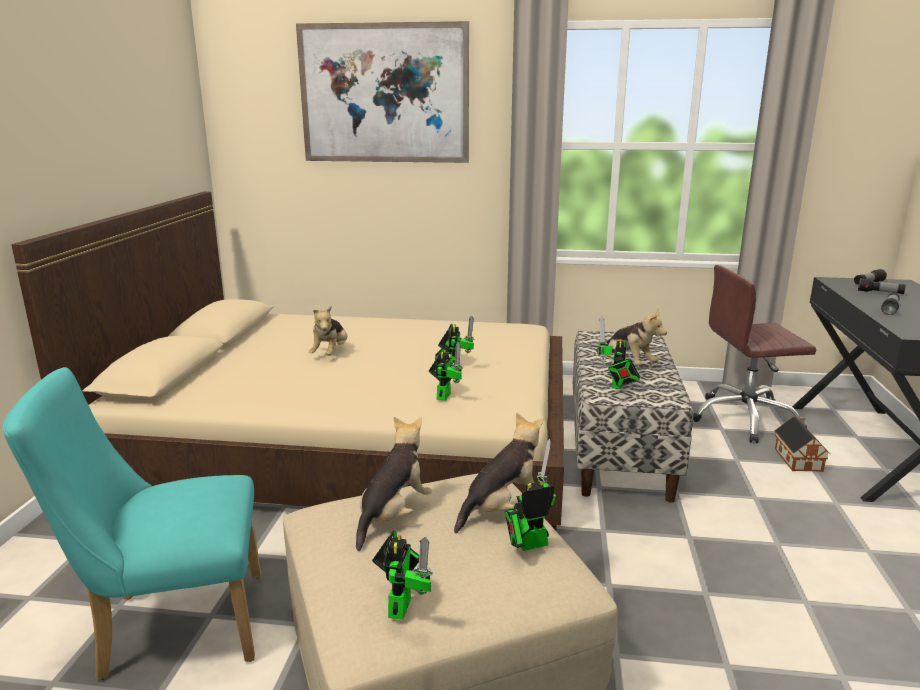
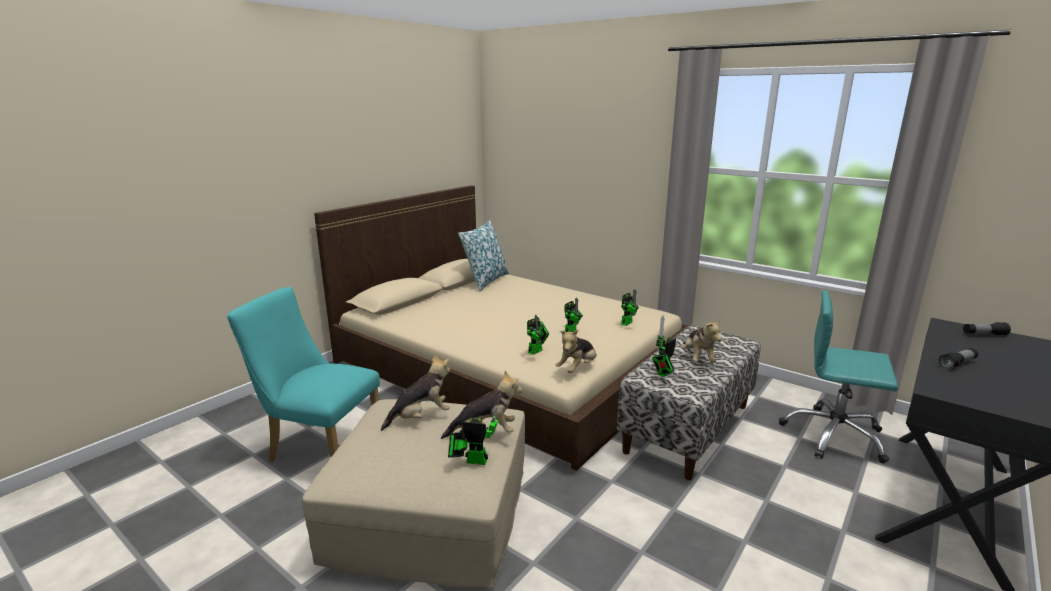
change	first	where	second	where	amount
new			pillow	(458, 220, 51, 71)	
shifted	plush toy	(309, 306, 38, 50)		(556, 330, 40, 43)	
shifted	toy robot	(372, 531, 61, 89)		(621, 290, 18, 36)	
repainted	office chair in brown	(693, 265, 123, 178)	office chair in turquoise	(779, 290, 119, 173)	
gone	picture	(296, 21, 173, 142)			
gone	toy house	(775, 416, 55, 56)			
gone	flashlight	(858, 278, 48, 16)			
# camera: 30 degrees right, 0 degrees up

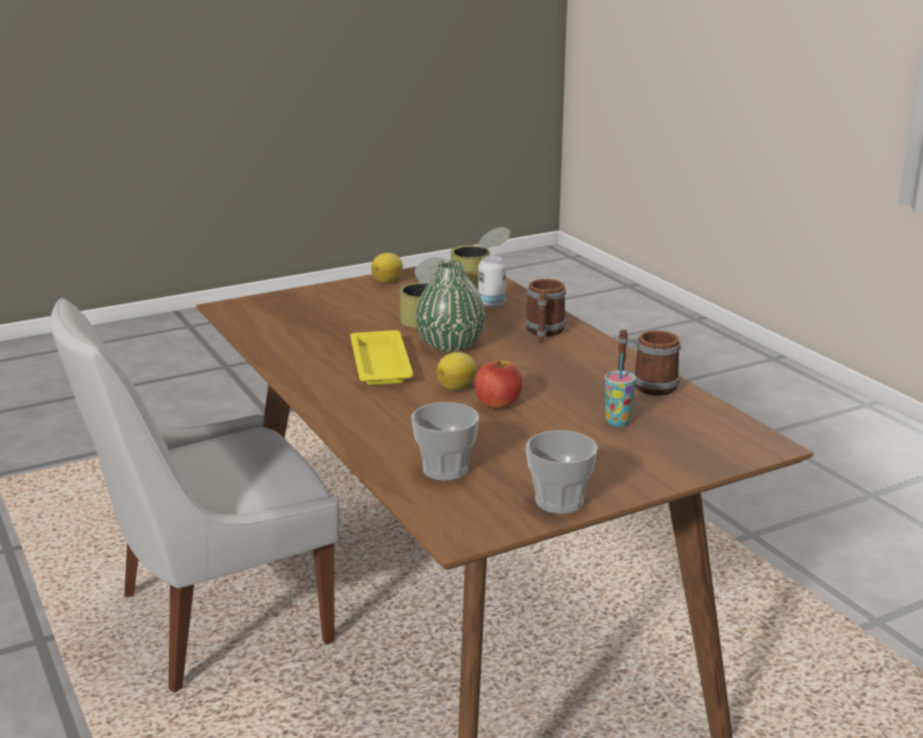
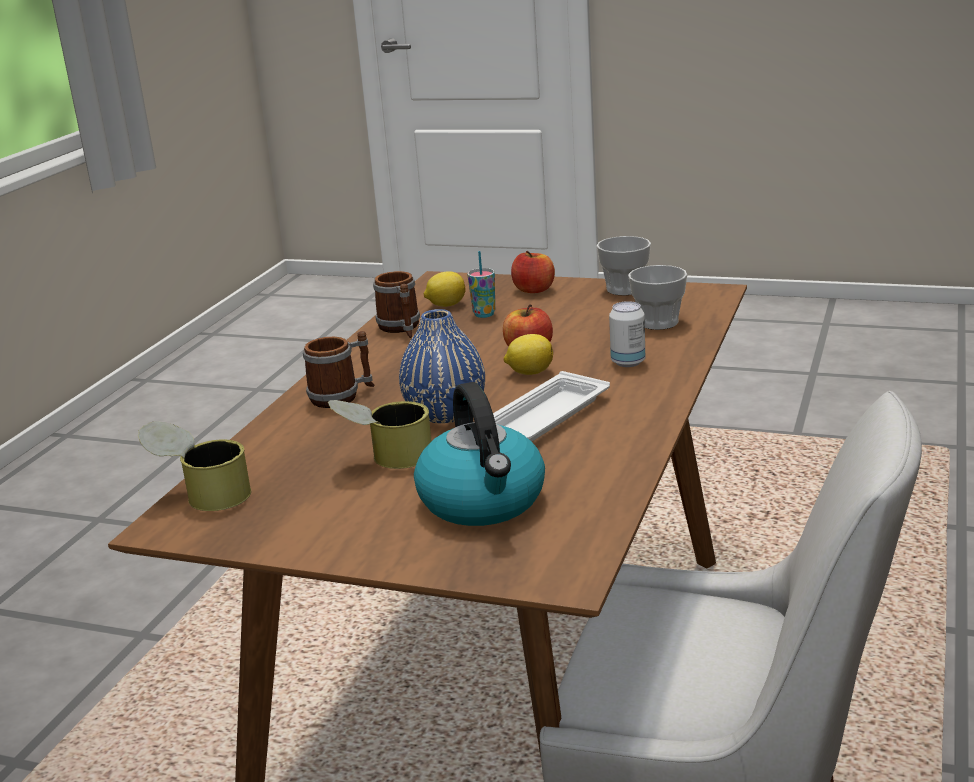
change	first	where	second	where	amount
repainted	vase in green	(416, 260, 69, 92)	vase in blue	(399, 309, 86, 115)	
new			kettle	(414, 382, 131, 144)	
shifted	lemon	(371, 253, 32, 30)		(424, 271, 42, 36)	
repainted	tray in yellow	(350, 330, 63, 55)	tray in white	(493, 371, 117, 71)	
new			apple	(511, 251, 44, 42)	
shifted	can	(478, 256, 28, 51)		(609, 301, 36, 66)	
# camera: 130 degrees left, 0 degrees up

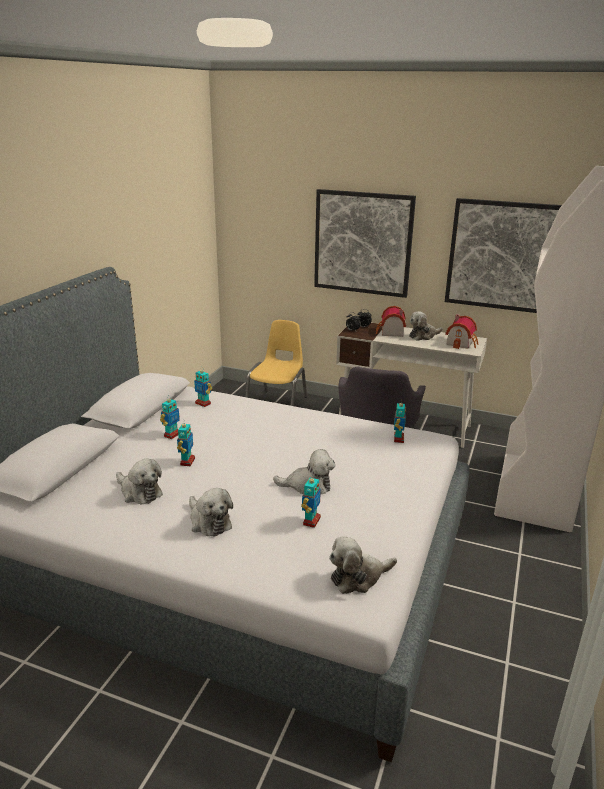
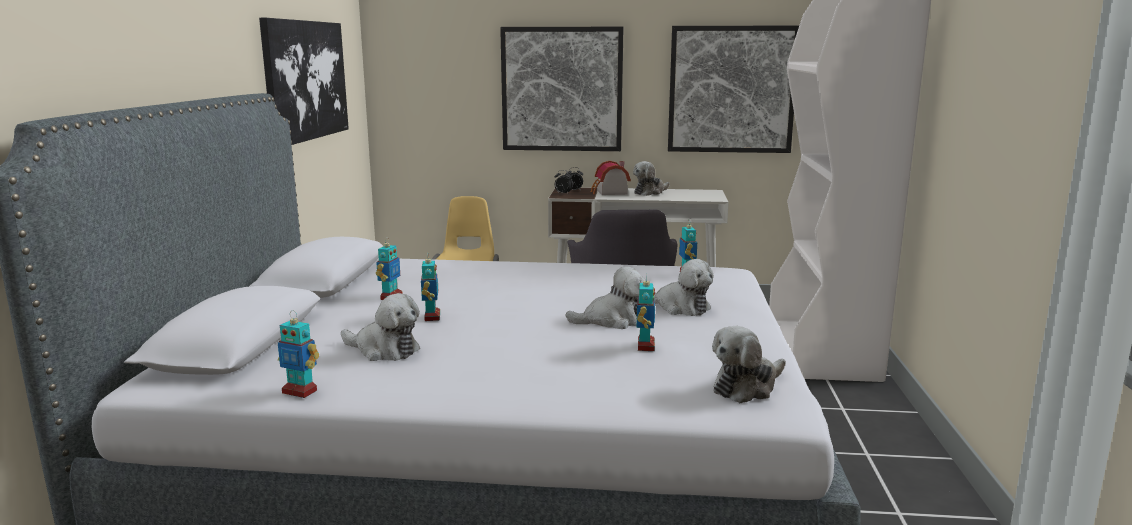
change	first	where	second	where	amount
new			picture	(259, 17, 90, 128)	
shifted	toy robot	(194, 367, 18, 40)		(278, 310, 41, 88)	
shifted	plush toy	(189, 488, 44, 49)		(654, 259, 60, 57)	
gone	toy house	(445, 314, 33, 35)			
# camera: 15 degrees left, 10 degrees down

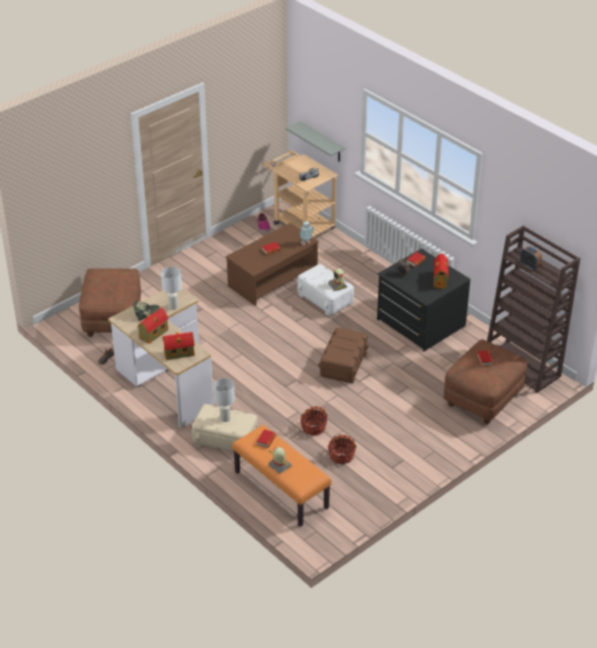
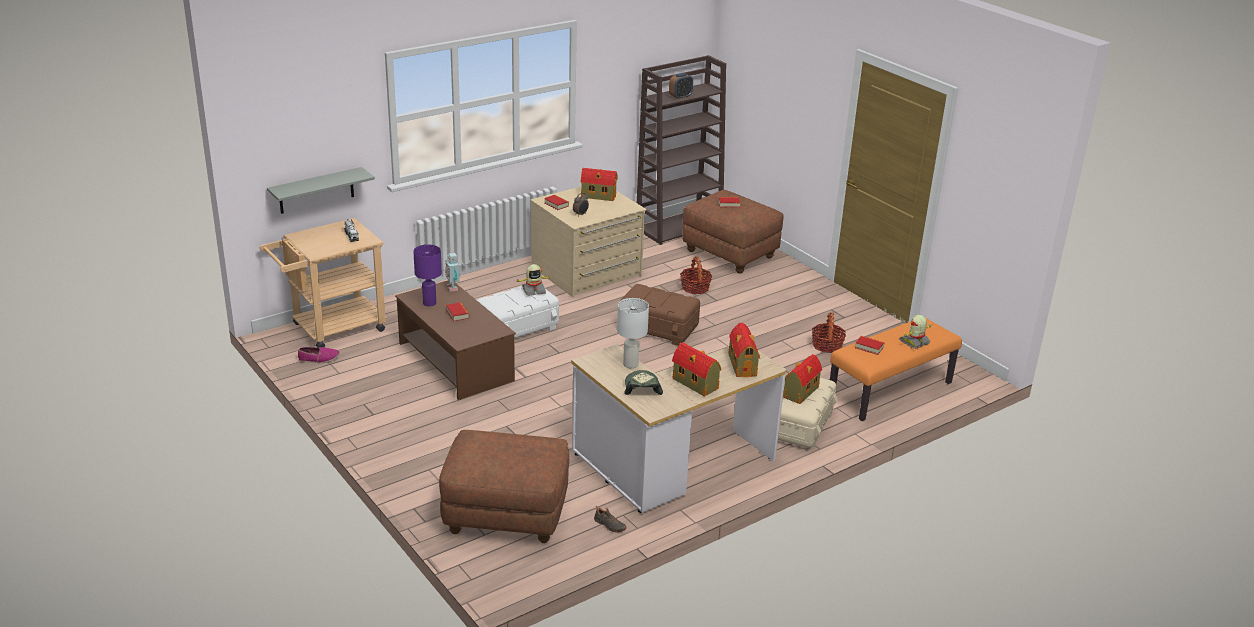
change	first	where	second	where	amount
new			table lamp in purple	(413, 244, 29, 62)	
repainted	dresser in black	(377, 249, 94, 102)	dresser in beige	(530, 187, 117, 110)	
shifted	basket	(300, 406, 28, 29)		(680, 256, 32, 38)	
swapped	table lamp in white	(213, 378, 22, 44)	toy house	(783, 354, 39, 50)	
# camera: 85 degrees left, 10 degrees down

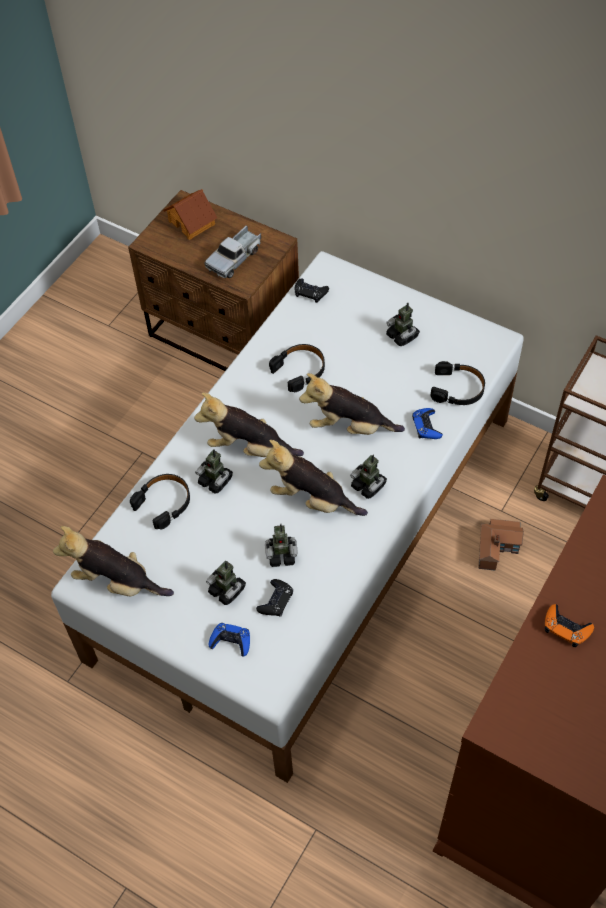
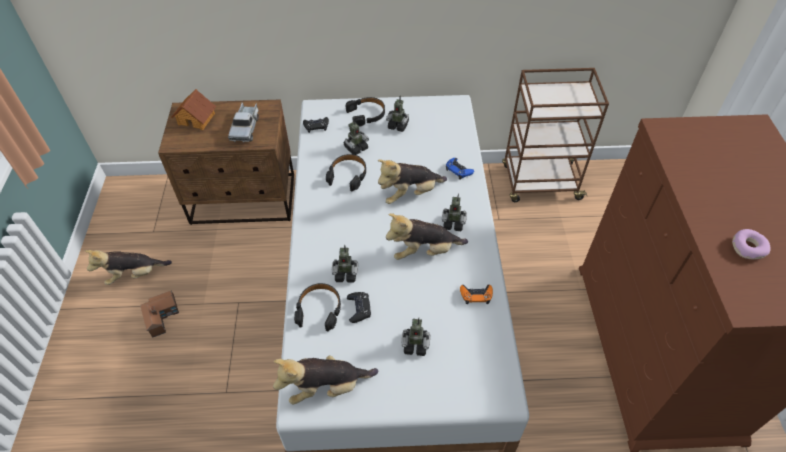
change	first	where	second	where	amount
shifted	plush toy	(194, 393, 110, 64)		(84, 250, 88, 35)	
shifted	toy house	(478, 519, 46, 52)		(140, 290, 39, 47)	
shifted	toy robot	(265, 523, 33, 44)		(344, 117, 25, 38)	
shifted	headphones in black	(430, 361, 55, 44)		(346, 97, 39, 30)	
shifted	game controller in black	(256, 579, 37, 38)		(347, 292, 24, 31)	
shifted	game controller in orange	(545, 604, 49, 43)		(460, 285, 33, 19)	
new			donut	(732, 229, 38, 30)	
gone	game controller in blue	(209, 623, 41, 33)			
# camera: 35 degrees left, 5 degrees down

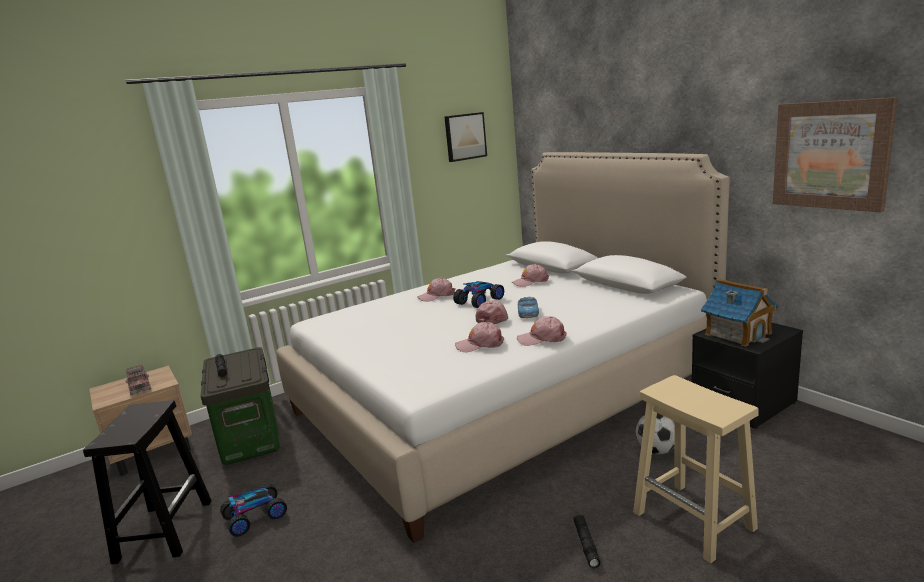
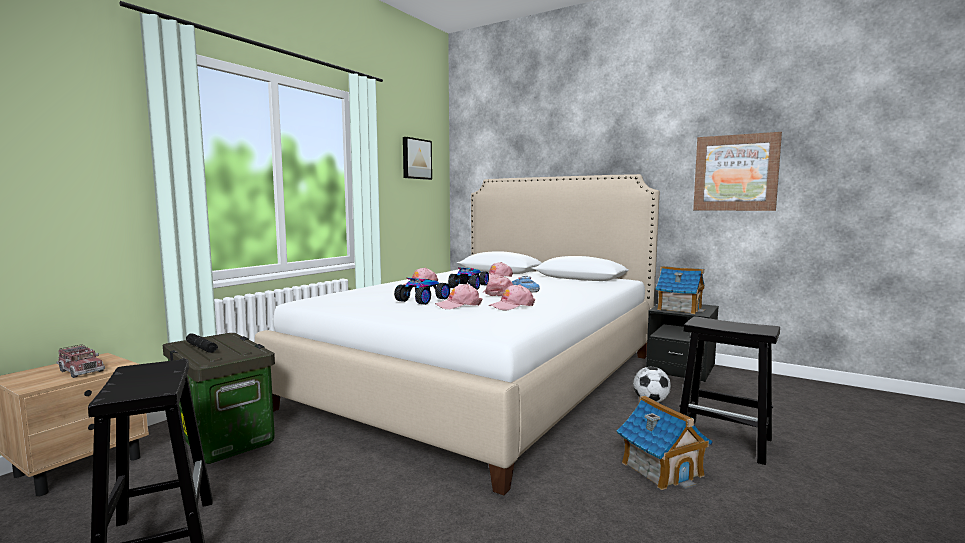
change	first	where	second	where	amount
shifted	toy car	(220, 484, 67, 53)		(394, 277, 56, 28)	
shifted	cap in pink	(517, 316, 50, 30)		(435, 284, 48, 25)	
swapped	flashlight in black	(573, 515, 27, 53)	toy house	(617, 396, 96, 94)	
repainted	stool in beige	(633, 375, 125, 189)	stool in black	(680, 316, 100, 149)	
# camera: 25 degrees left, 10 degrees down

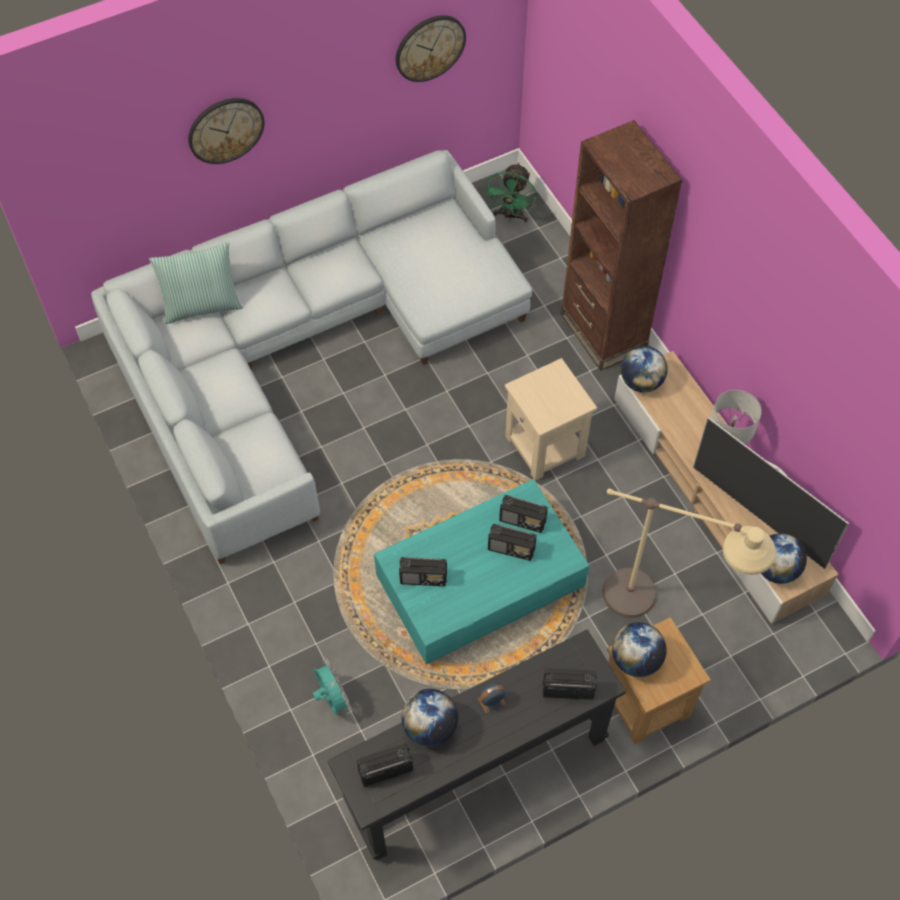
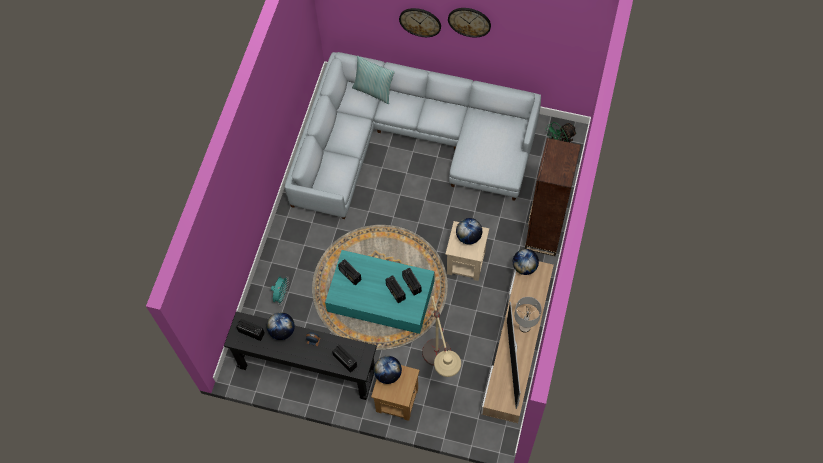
change	first	where	second	where	amount
shifted	wall clock	(396, 15, 70, 67)		(448, 8, 43, 30)	
shifted	globe	(761, 533, 46, 51)		(456, 218, 26, 26)	
# camera: 45 degrees right, 5 degrees up

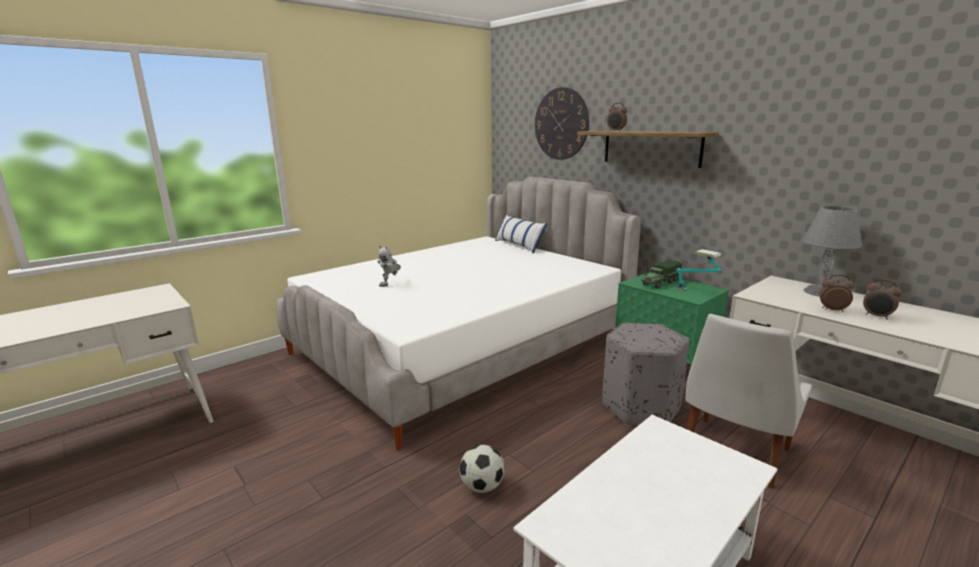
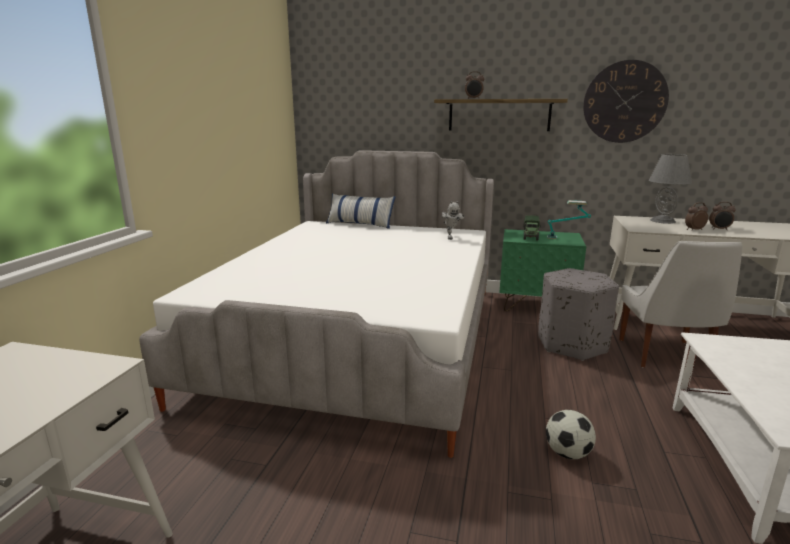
change	first	where	second	where	amount
shifted	toy robot	(377, 246, 24, 41)		(442, 201, 23, 39)	
shifted	wall clock	(535, 87, 54, 73)		(583, 60, 86, 83)	
# camera: 35 degrees left, 0 degrees up

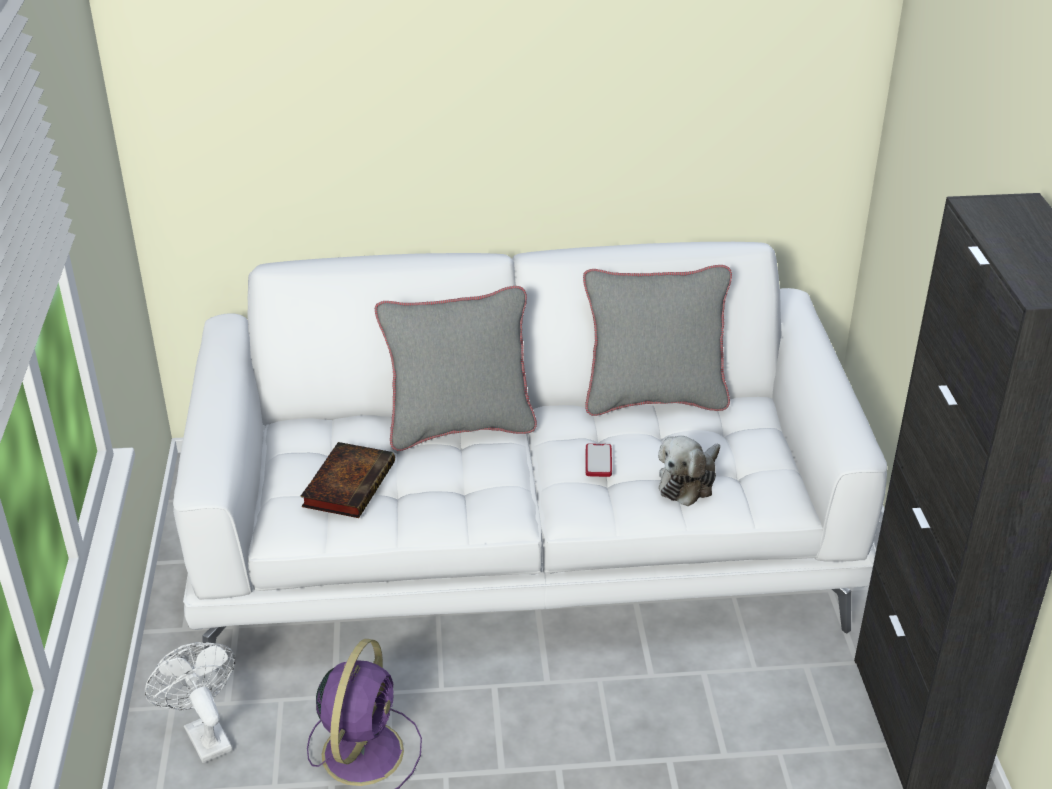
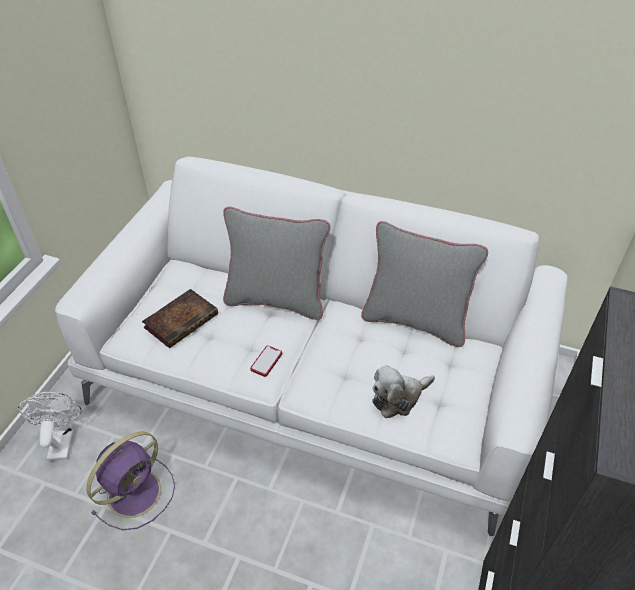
change	first	where	second	where	amount
shifted	phone	(586, 444, 26, 33)		(250, 345, 32, 32)	
# camera: 25 degrees right, 10 degrees up

